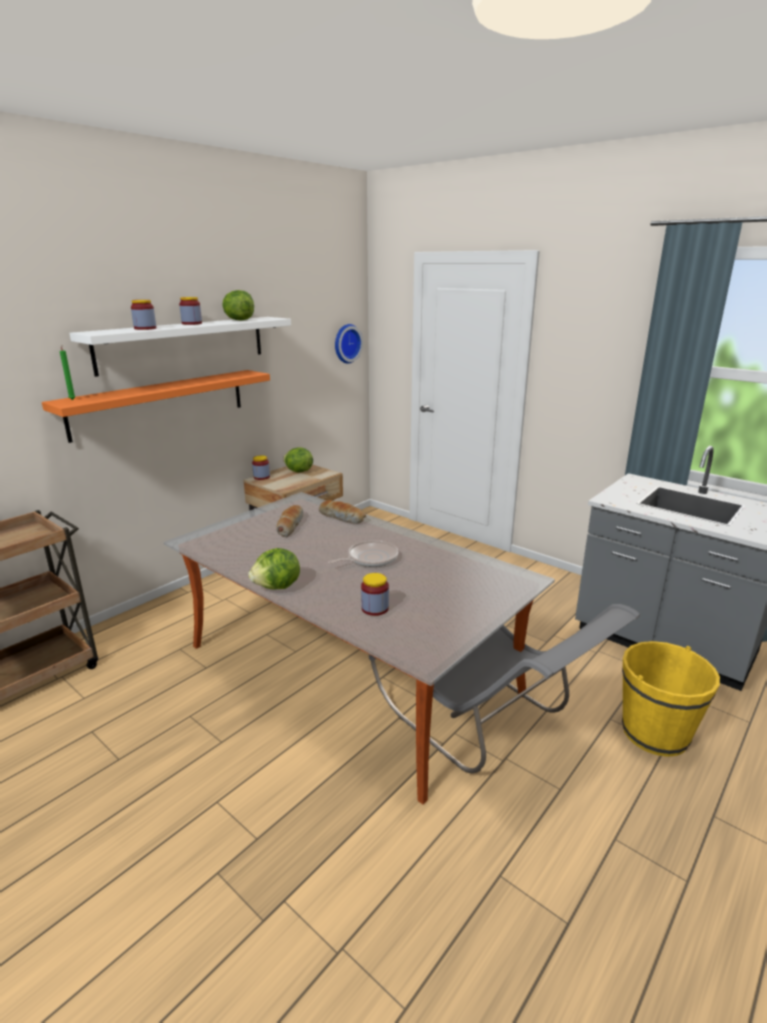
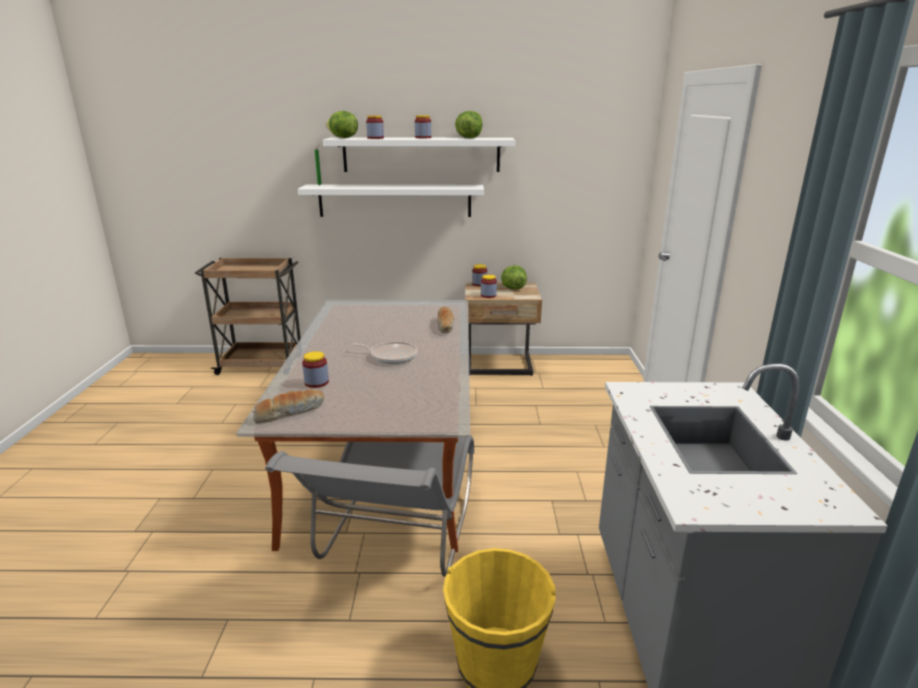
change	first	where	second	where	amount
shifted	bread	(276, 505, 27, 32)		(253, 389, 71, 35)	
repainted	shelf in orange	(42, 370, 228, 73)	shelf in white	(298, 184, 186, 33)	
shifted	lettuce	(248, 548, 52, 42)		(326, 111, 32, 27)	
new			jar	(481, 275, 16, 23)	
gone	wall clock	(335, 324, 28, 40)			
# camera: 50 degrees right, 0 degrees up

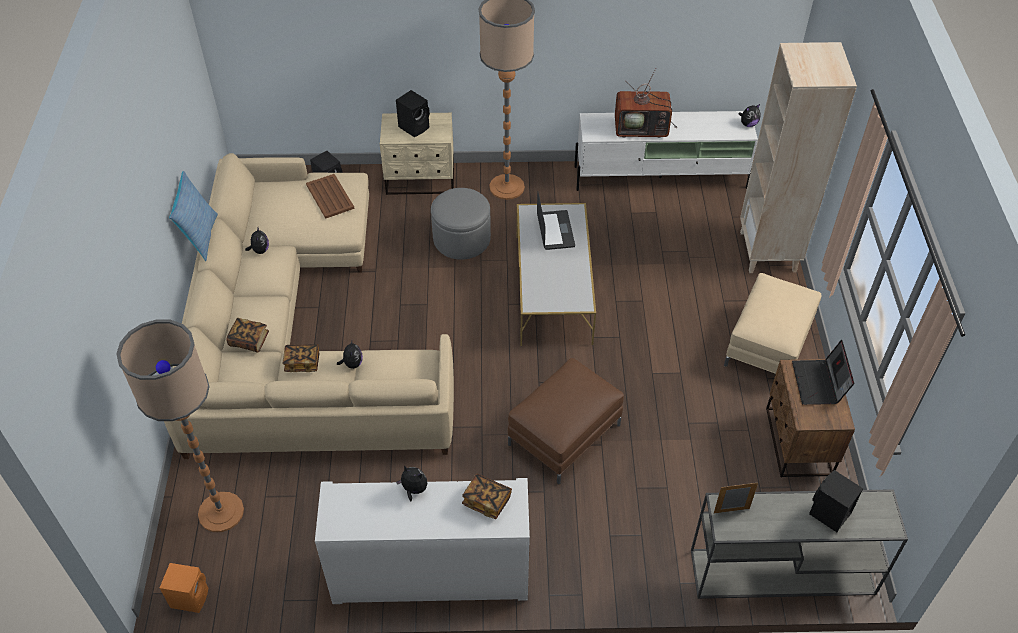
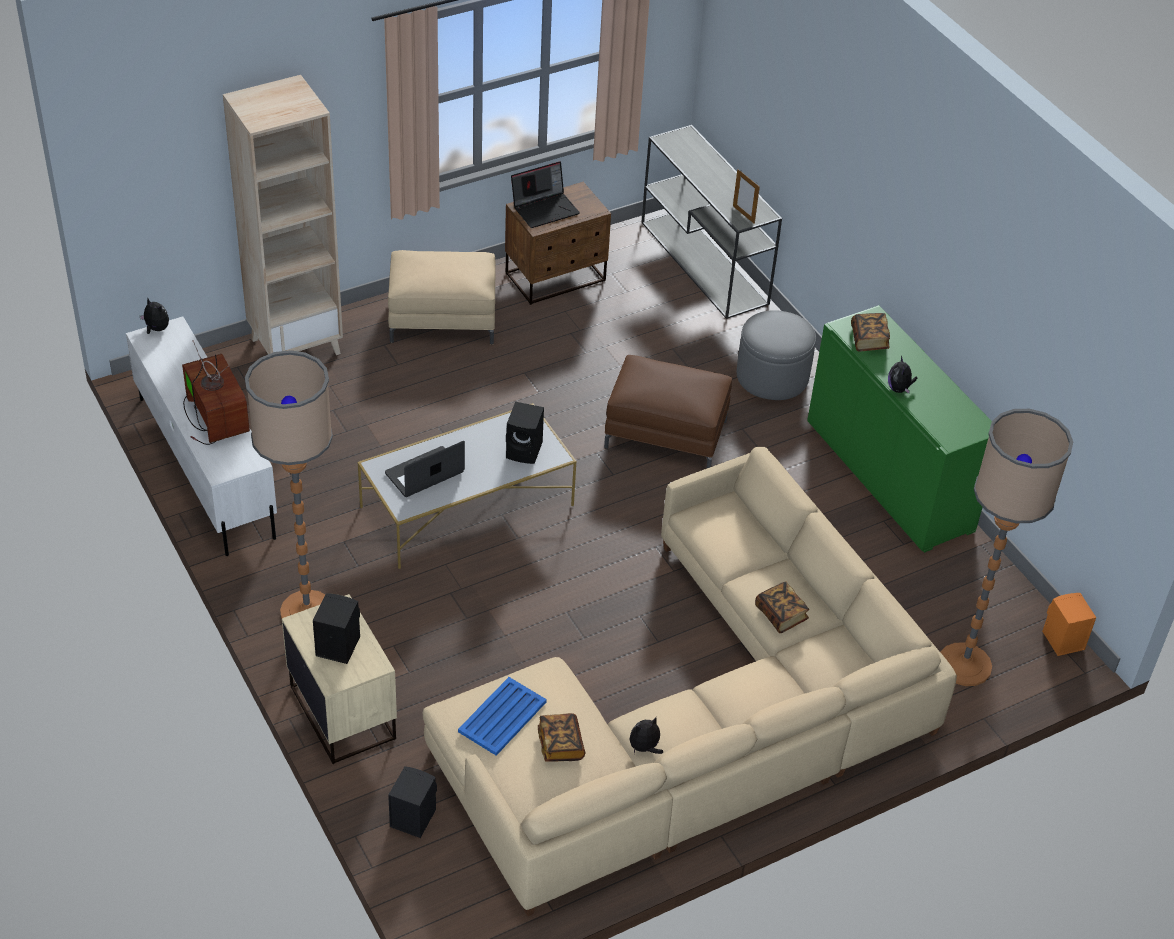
change	first	where	second	where	amount
repainted	tray in brown	(306, 174, 49, 45)	tray in blue	(458, 677, 89, 79)	
shifted	speaker in black	(809, 470, 54, 62)		(506, 402, 38, 62)	
shifted	book	(227, 318, 42, 35)		(538, 713, 47, 49)	
shifted	ottoman in grey	(431, 188, 60, 72)		(737, 310, 79, 90)	
repainted	cabinet in white	(315, 478, 215, 126)	cabinet in green	(807, 305, 185, 248)	
gone	pillow	(169, 171, 49, 90)			
gone	plush toy	(337, 341, 26, 28)			
# camera: 120 degrees left, 5 degrees down

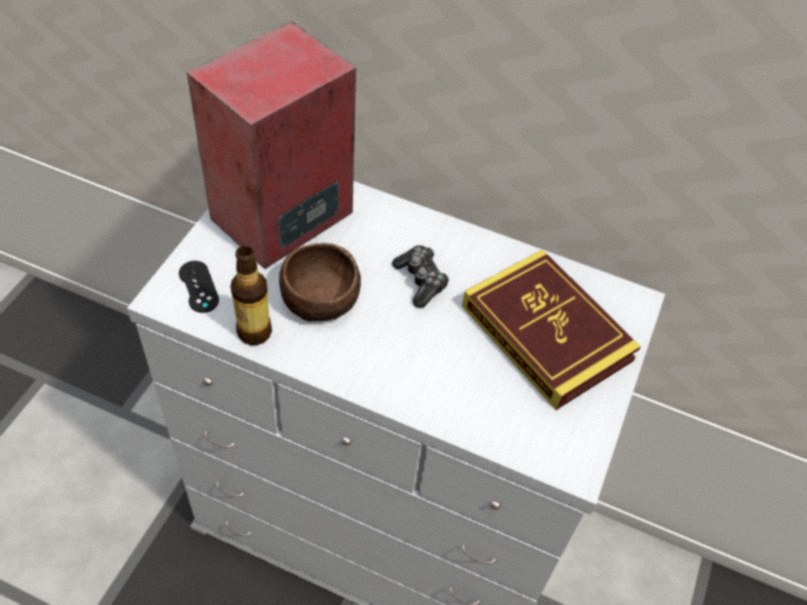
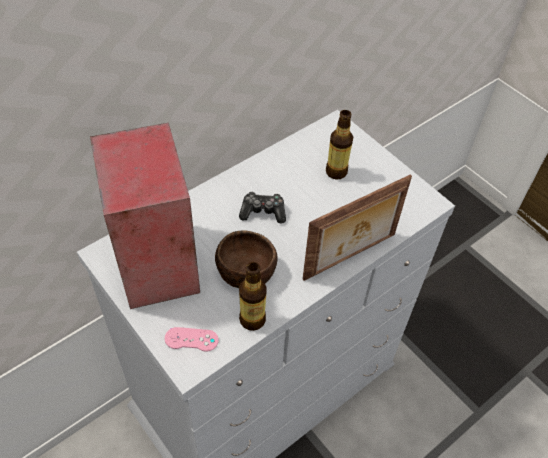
change	first	where	second	where	amount
repainted	game controller in black	(179, 261, 40, 52)	game controller in pink	(165, 327, 54, 25)	
new			picture frame	(303, 174, 109, 107)	
swapped	book	(462, 250, 179, 160)	bottle	(326, 110, 27, 70)	
# camera: 60 degrees left, 0 degrees up

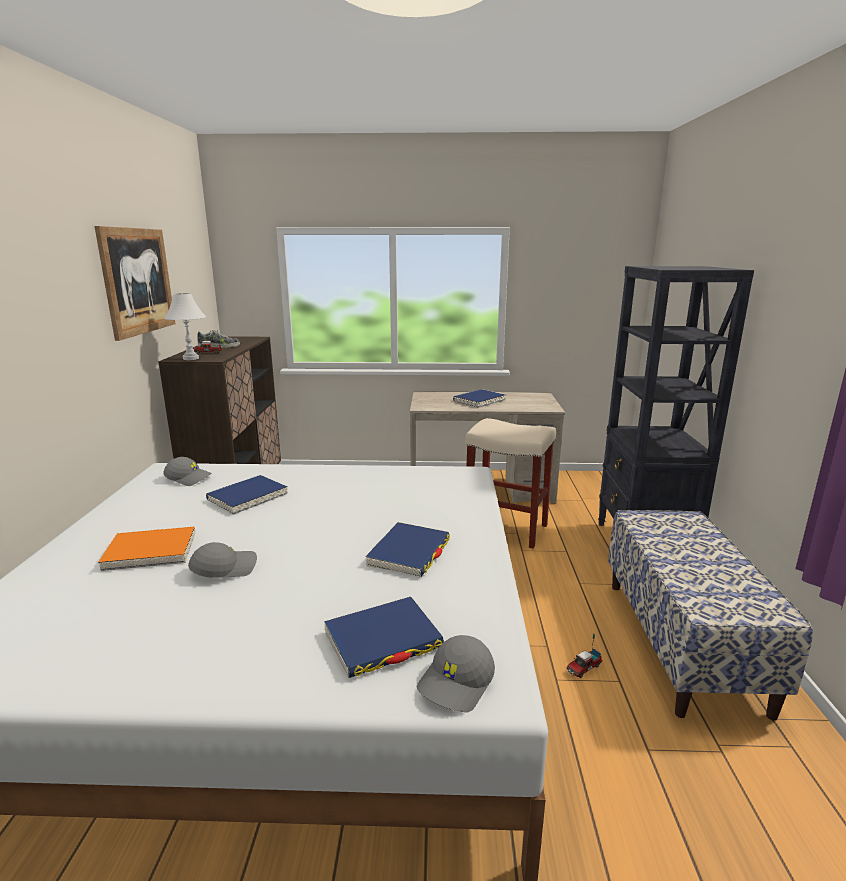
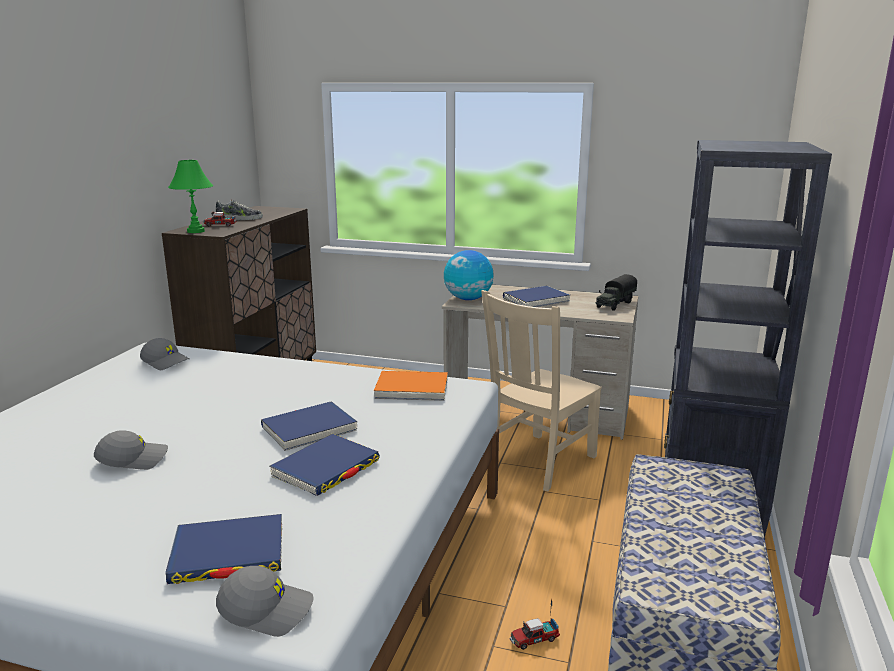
change	first	where	second	where	amount
repainted	table lamp in white	(164, 293, 42, 67)	table lamp in green	(168, 160, 45, 73)	
rotated	cap in grey	(416, 635, 79, 78)		(216, 566, 97, 71)	135 degrees counterclockwise
shifted	book in blue	(206, 475, 82, 40)		(261, 402, 97, 49)	
shifted	book in orange	(98, 527, 98, 44)		(374, 371, 74, 30)	
new			globe	(444, 250, 50, 50)	
swapped	stool in beige	(465, 418, 91, 130)	chair in beige	(481, 290, 121, 201)	
new			toy truck	(595, 274, 42, 37)	
gone	picture	(94, 226, 81, 115)			
# camera: 15 degrees right, 0 degrees up

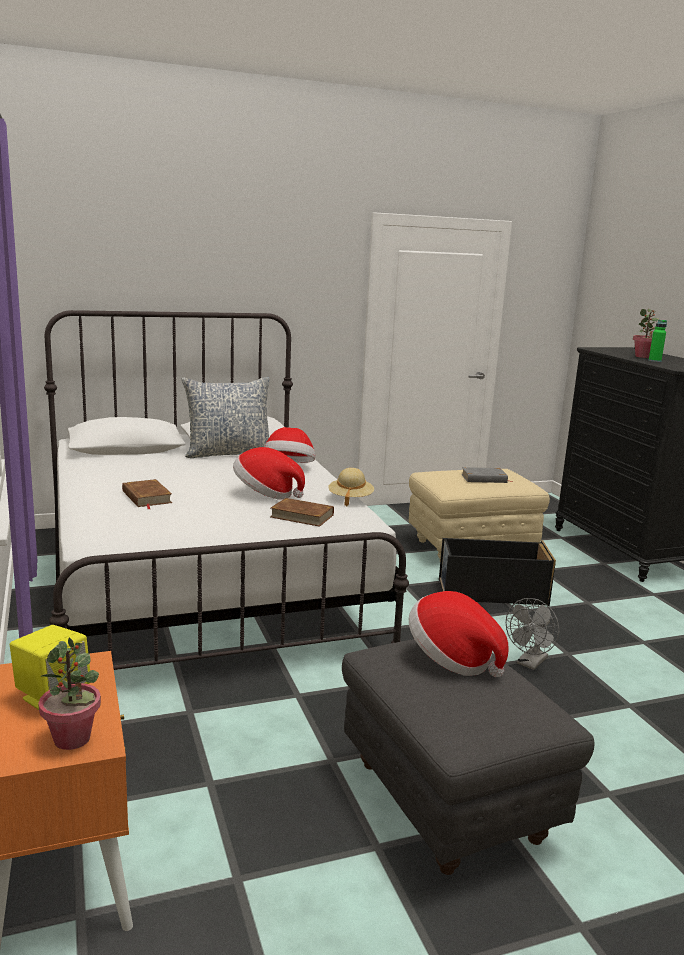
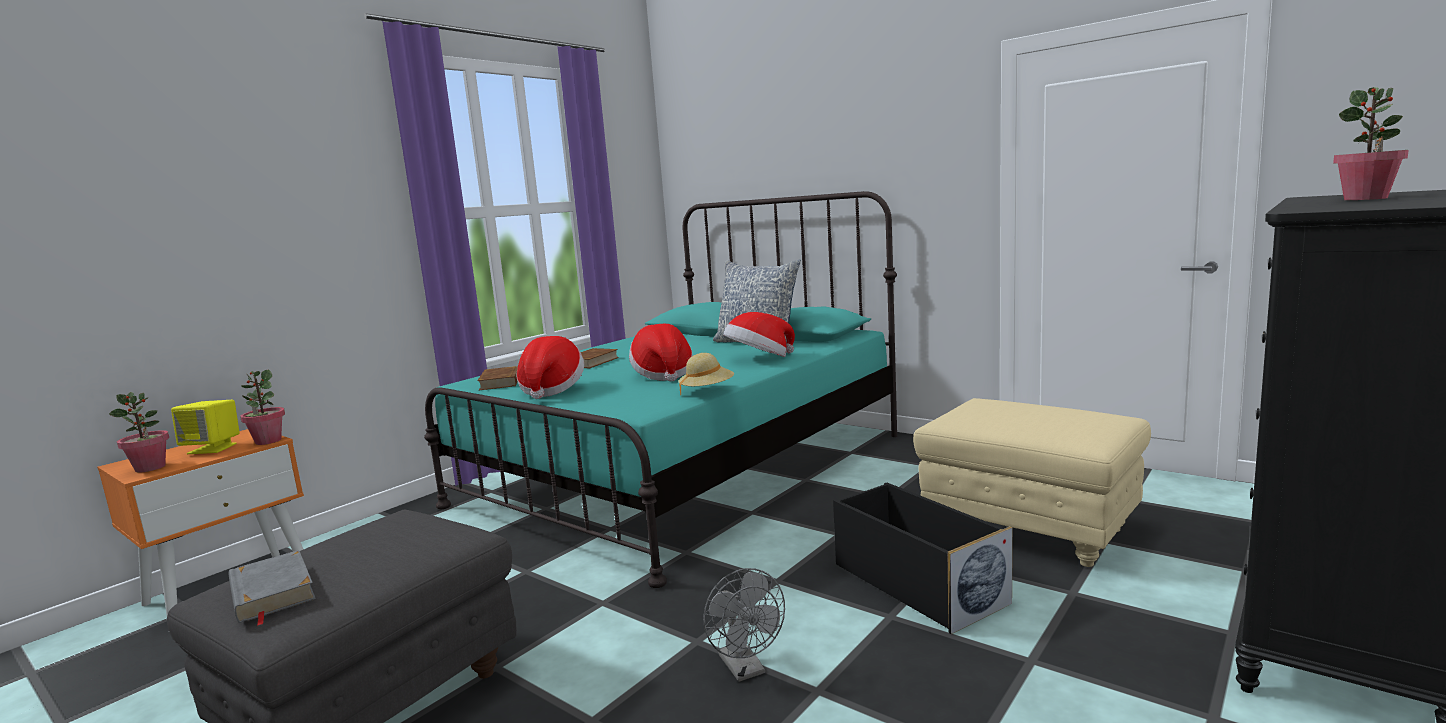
change	first	where	second	where	amount
shifted	book in grey	(461, 467, 51, 16)		(229, 550, 87, 76)	
new			potted plant	(240, 369, 45, 76)	
repainted	bed in white	(44, 310, 365, 360)	bed in turquoise	(424, 191, 473, 397)	
shifted	book in brown	(270, 498, 64, 29)		(477, 366, 41, 24)	
shifted	hat	(409, 591, 100, 86)		(516, 336, 68, 63)	
rotated	fan in grey	(506, 598, 53, 72)		(703, 568, 82, 114)	120 degrees counterclockwise
gone	bottle in green	(649, 320, 18, 42)			
# camera: 60 degrees right, 5 degrees down

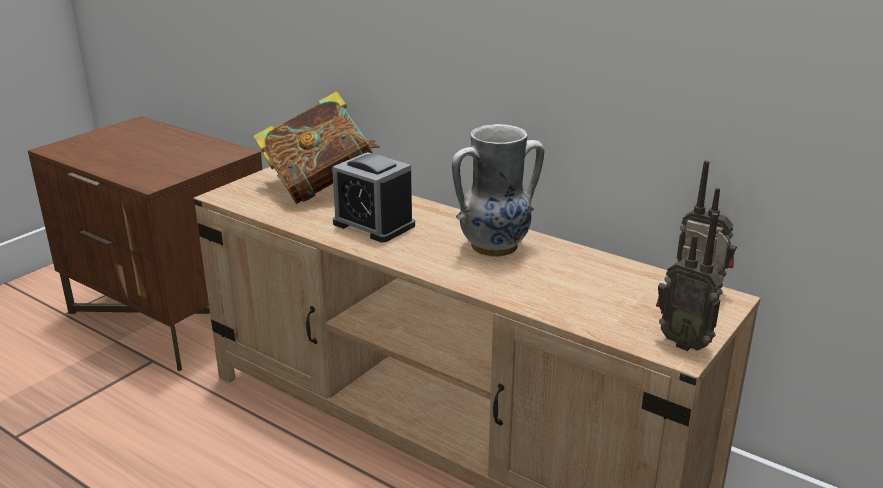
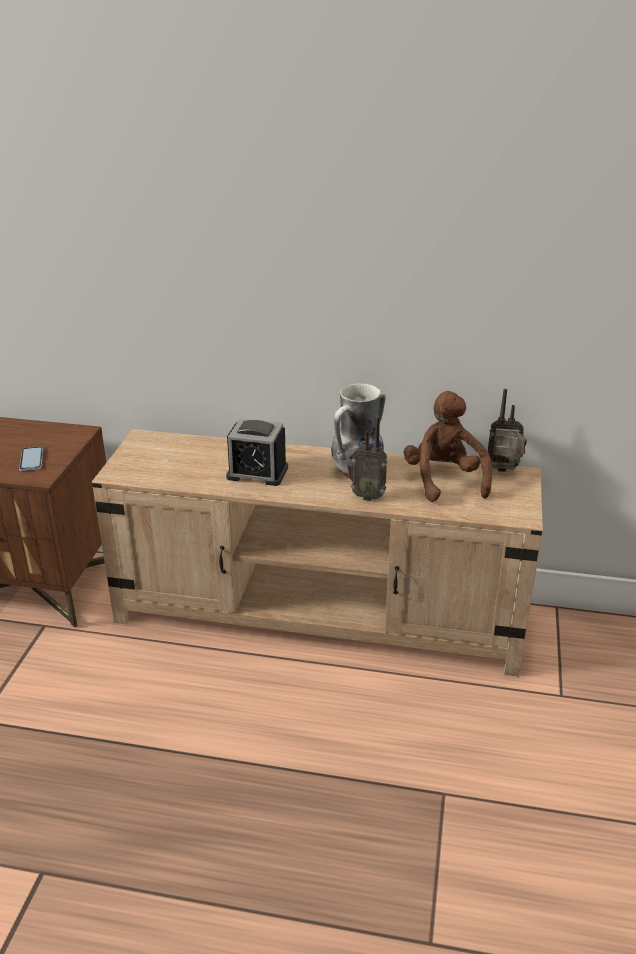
change	first	where	second	where	amount
new			phone	(19, 446, 24, 25)	
shifted	radio	(656, 213, 67, 138)		(347, 416, 41, 85)	
new			plush toy in brown	(404, 391, 89, 111)	
gone	book	(253, 91, 127, 113)			
# camera: 25 degrees left, 5 degrees up

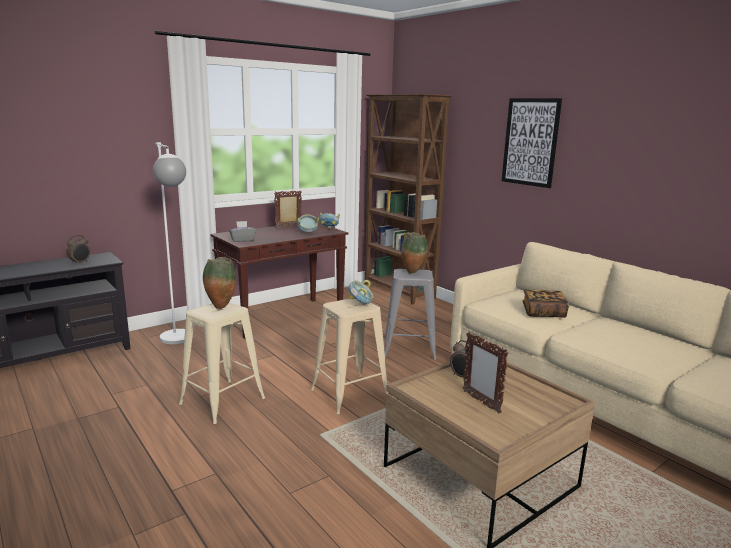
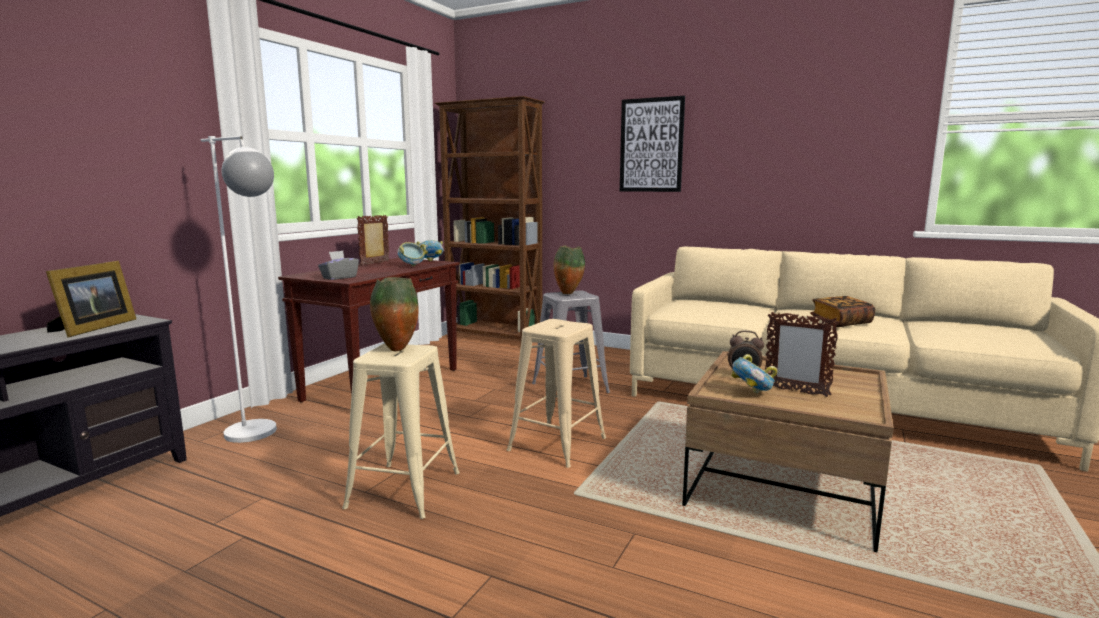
change	first	where	second	where	amount
swapped	alarm clock	(66, 235, 24, 29)	picture frame	(46, 261, 90, 76)	
shifted	bowl	(349, 280, 25, 25)		(731, 354, 46, 39)	
shifted	book	(523, 289, 46, 29)		(810, 296, 65, 31)	
# camera: 25 degrees left, 5 degrees down

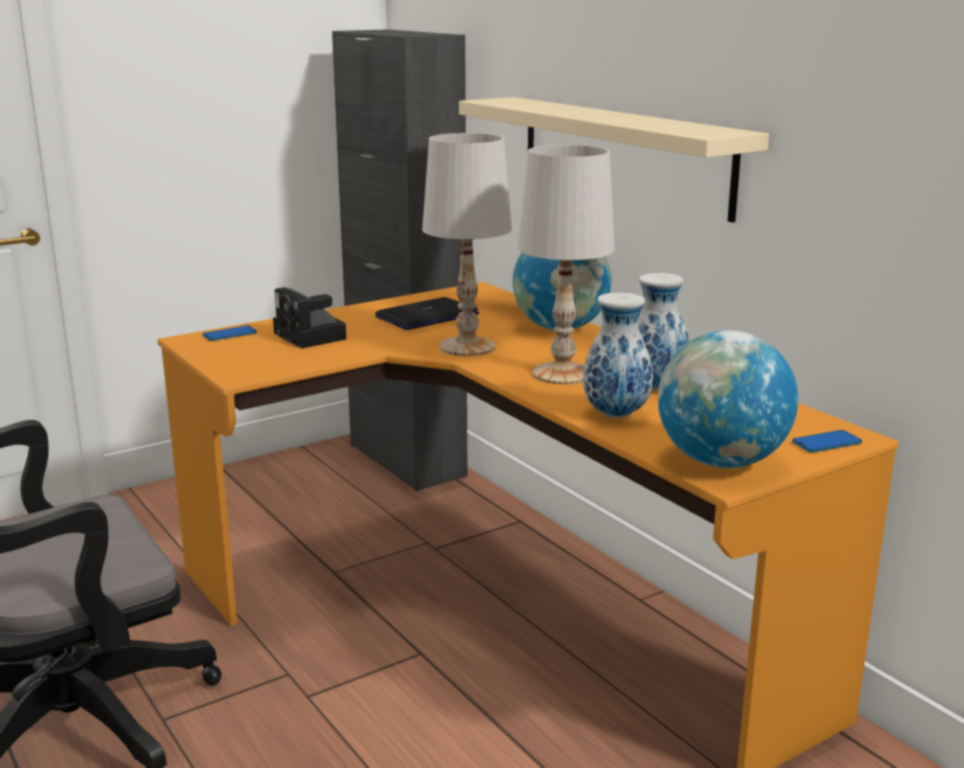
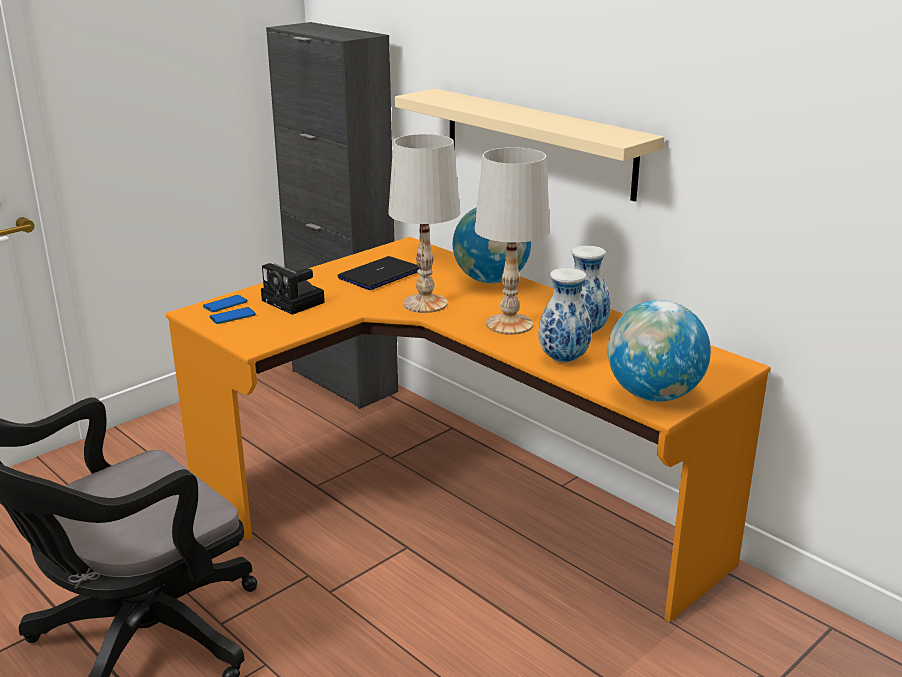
change	first	where	second	where	amount
shifted	phone	(792, 430, 70, 23)		(210, 307, 46, 17)	
# camera: 10 degrees left, 5 degrees up

